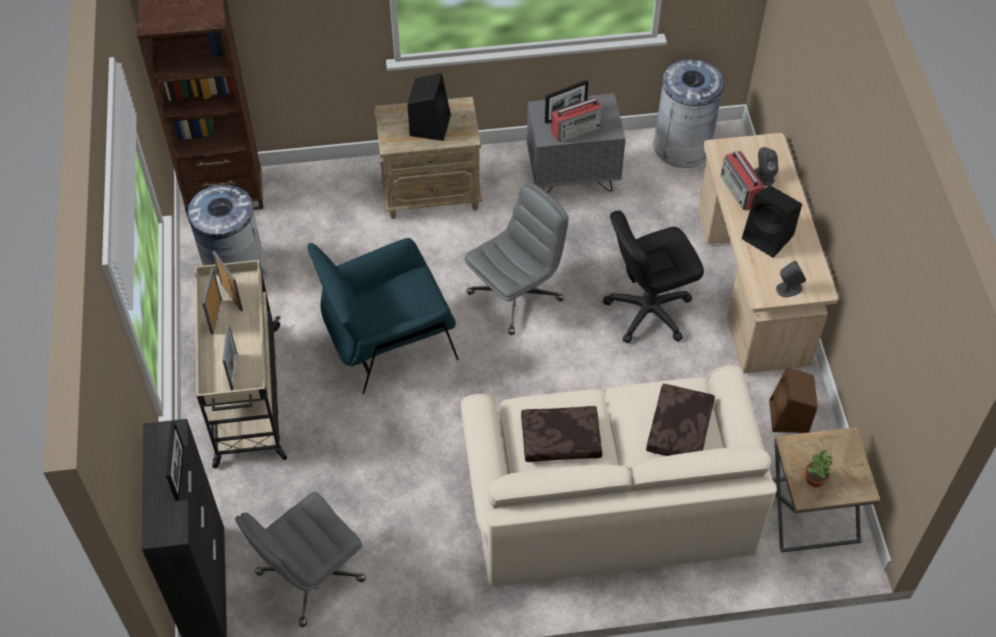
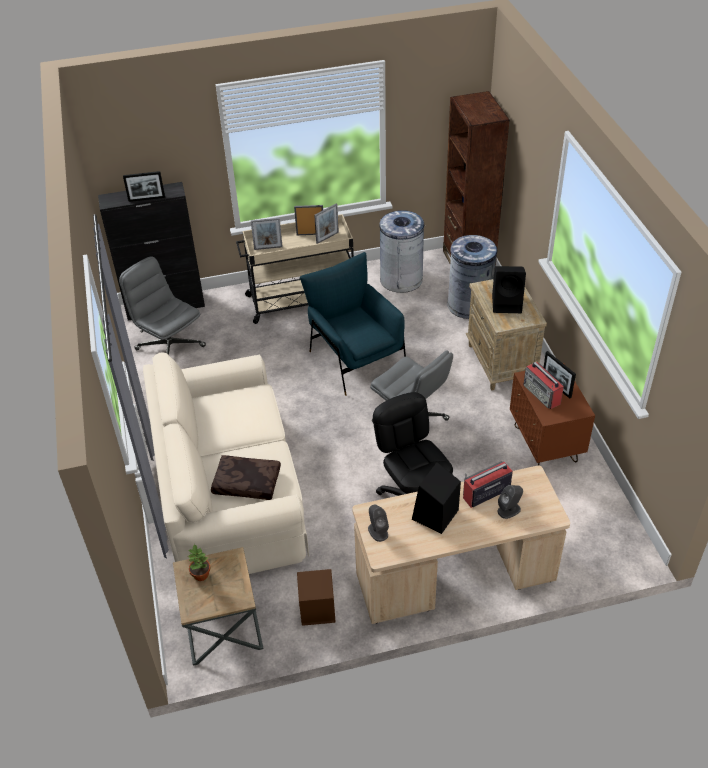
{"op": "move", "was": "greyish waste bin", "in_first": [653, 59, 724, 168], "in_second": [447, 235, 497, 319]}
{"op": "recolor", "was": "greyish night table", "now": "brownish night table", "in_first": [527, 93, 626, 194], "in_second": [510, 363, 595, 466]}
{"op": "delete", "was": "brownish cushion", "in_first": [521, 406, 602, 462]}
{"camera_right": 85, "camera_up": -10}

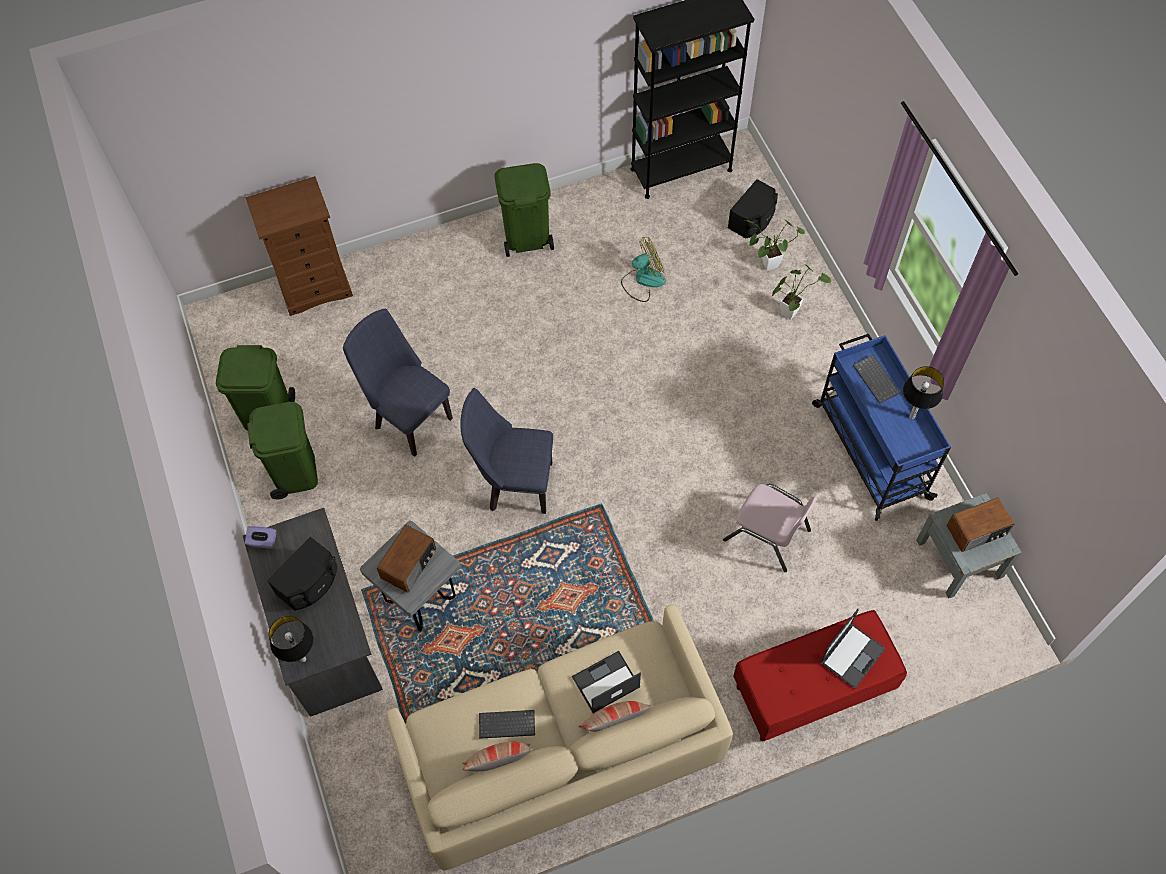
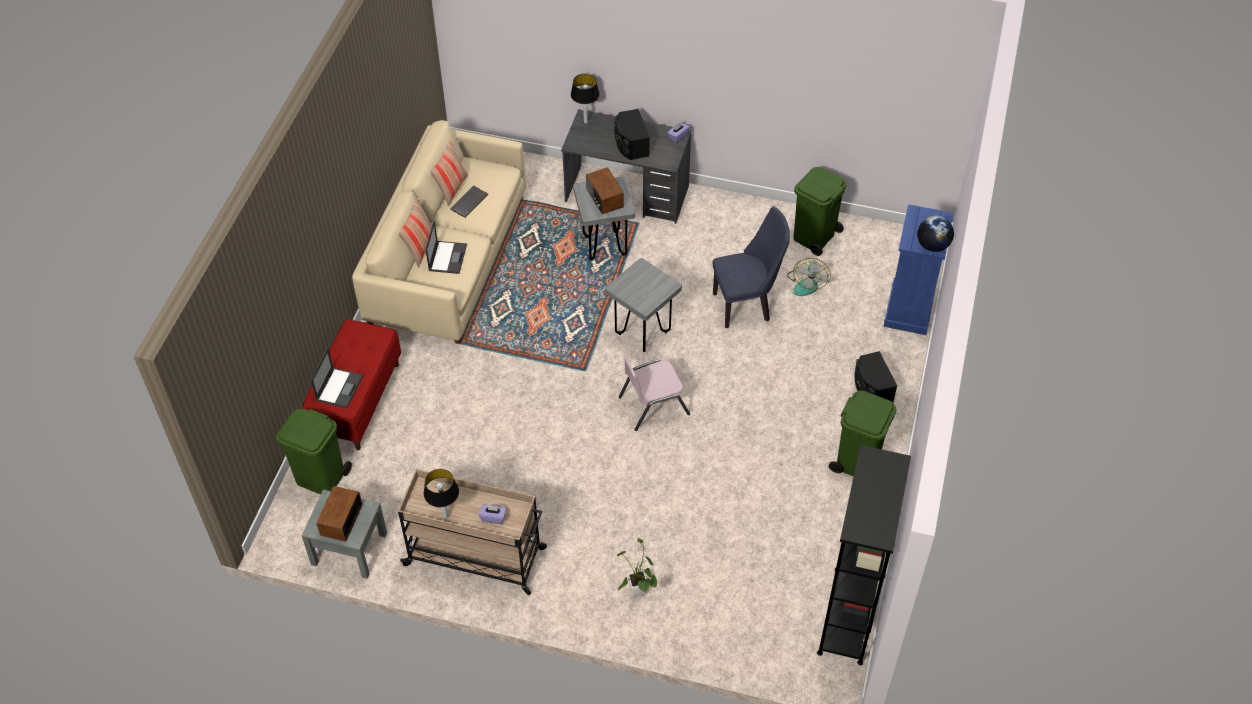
{"op": "move", "was": "green-coloured waste bin", "in_first": [247, 402, 318, 499], "in_second": [276, 409, 352, 495]}
{"op": "rotate", "was": "laptop", "in_first": [820, 609, 886, 688], "in_second": [311, 348, 363, 408], "clockwise": -150}
{"op": "recolor", "was": "blue-coloured trolley", "now": "sand-coloured trolley", "in_first": [812, 334, 951, 521], "in_second": [398, 469, 547, 595]}
{"op": "replace", "was": "computer keyboard", "now": "purple-coloured tissue box", "in_first": [853, 355, 900, 404], "in_second": [479, 504, 507, 524]}
{"op": "replace", "was": "blue-coloured upright chair", "now": "greyish stool seat", "in_first": [460, 388, 553, 514], "in_second": [605, 258, 682, 352]}
{"op": "move", "was": "pinkish upright chair", "in_first": [723, 484, 817, 572], "in_second": [618, 355, 690, 431]}
{"op": "move", "was": "electric fan", "in_first": [621, 237, 666, 302], "in_second": [787, 258, 831, 296]}
{"op": "move", "was": "blackish loudspeaker", "in_first": [728, 179, 778, 238], "in_second": [854, 351, 897, 402]}
{"op": "recolor", "was": "brownish chest of drawers", "now": "blue-coloured chest of drawers", "in_first": [245, 176, 353, 316], "in_second": [883, 204, 954, 335]}
{"op": "insert", "now": "globe", "in_second": [917, 216, 954, 252]}
{"op": "delete", "was": "potted plant", "in_first": [745, 220, 805, 271]}
{"camera_right": 125, "camera_up": -10}

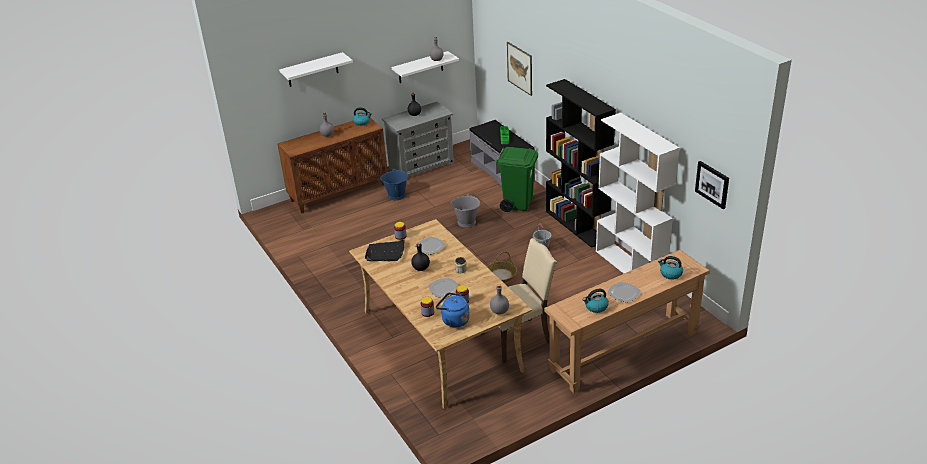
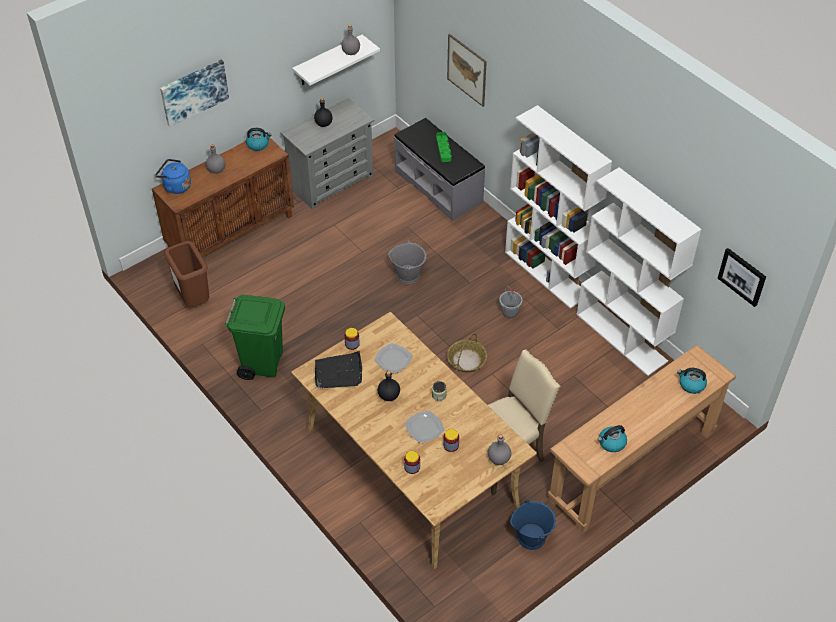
{"op": "move", "was": "blue-coloured water kettle", "in_first": [436, 293, 470, 328], "in_second": [155, 159, 191, 194]}
{"op": "replace", "was": "white shelf", "now": "wall picture", "in_first": [279, 52, 353, 87], "in_second": [160, 60, 229, 127]}
{"op": "insert", "now": "brownish waste bin", "in_second": [164, 241, 209, 307]}
{"op": "move", "was": "green-coloured waste bin", "in_first": [496, 147, 538, 212], "in_second": [225, 295, 285, 380]}
{"op": "recolor", "was": "blackish bookshelf", "now": "white bookshelf", "in_first": [546, 79, 616, 248], "in_second": [505, 105, 612, 309]}
{"op": "move", "was": "blue-coloured water bucket", "in_first": [380, 168, 409, 200], "in_second": [510, 500, 556, 550]}
{"op": "delete", "was": "dinner plate", "in_first": [607, 282, 641, 303]}
{"camera_right": -10, "camera_up": 15}

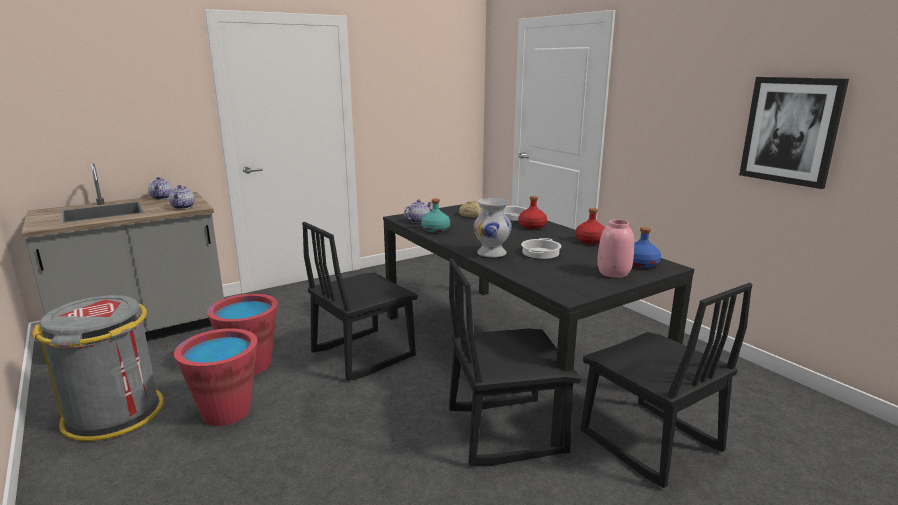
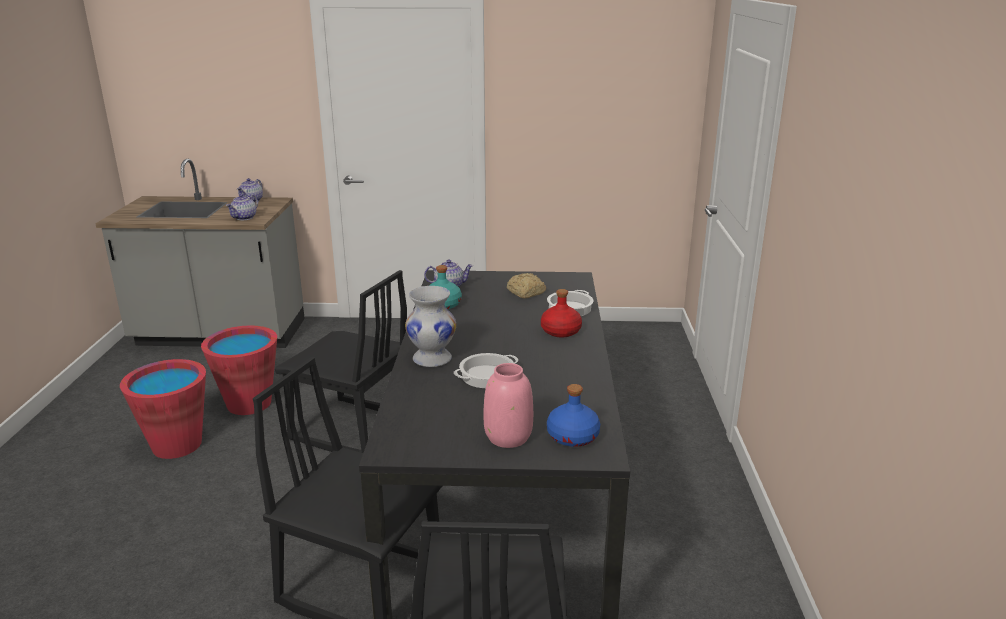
{"op": "rotate", "was": "blackish upright chair", "in_first": [302, 222, 418, 381], "in_second": [275, 270, 407, 453], "clockwise": -150}
{"op": "delete", "was": "greyish waste bin", "in_first": [31, 295, 164, 441]}
{"op": "delete", "was": "red-coloured bottle", "in_first": [575, 208, 605, 244]}
{"op": "delete", "was": "wall picture", "in_first": [739, 77, 849, 189]}
{"camera_right": 35, "camera_up": 5}

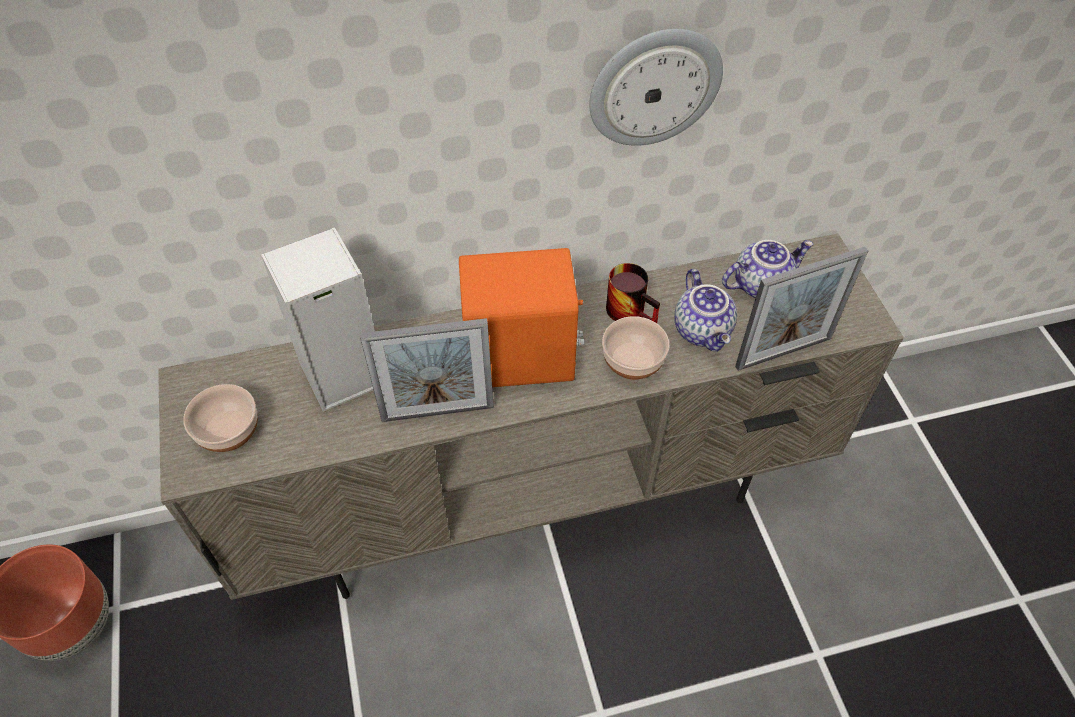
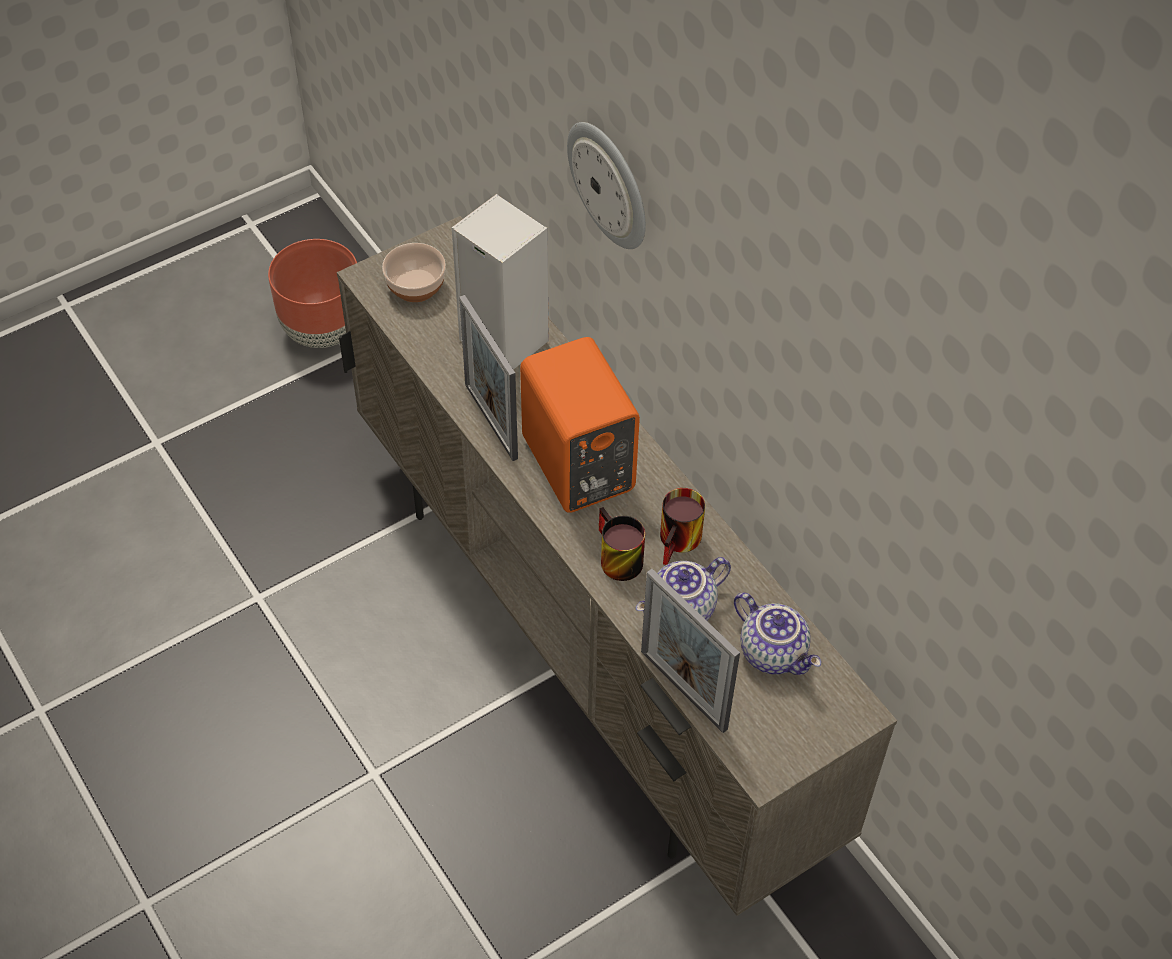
{"op": "move", "was": "clock on the wall", "in_first": [589, 29, 723, 146], "in_second": [567, 122, 646, 249]}
{"op": "replace", "was": "bowl", "now": "coffee mug", "in_first": [602, 316, 669, 380], "in_second": [599, 507, 645, 581]}
{"camera_right": 70, "camera_up": 0}

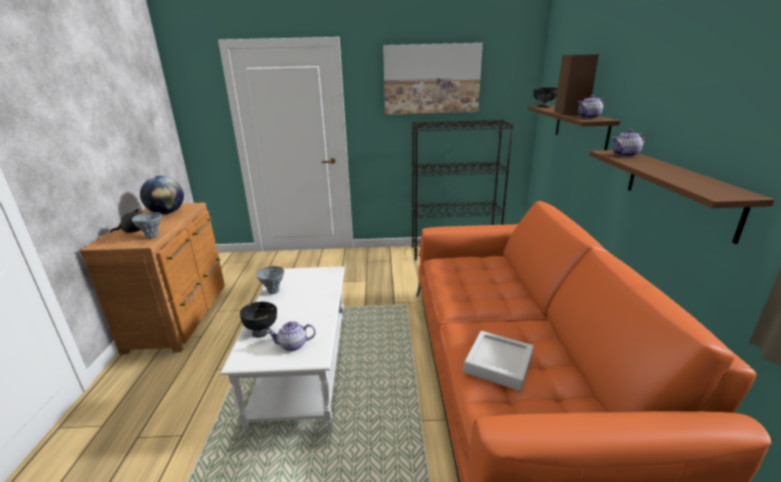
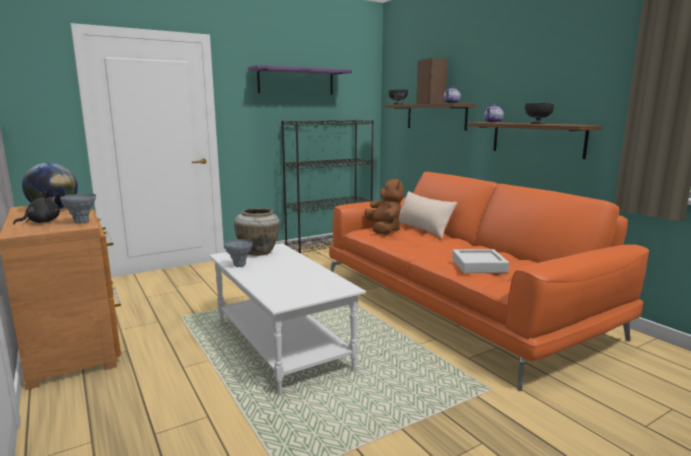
{"op": "insert", "now": "sand-coloured flower vase", "in_second": [234, 208, 280, 256]}
{"op": "replace", "was": "wall picture", "now": "purple-coloured shelf", "in_first": [383, 43, 483, 115], "in_second": [248, 65, 352, 95]}
{"op": "insert", "now": "brownish soft toy", "in_second": [365, 178, 404, 235]}
{"op": "insert", "now": "sand-coloured cushion", "in_second": [399, 191, 457, 238]}
{"op": "move", "was": "blackish bowl", "in_first": [240, 302, 277, 337], "in_second": [525, 103, 554, 124]}
{"op": "delete", "was": "teapot", "in_first": [266, 321, 316, 351]}
{"camera_right": -30, "camera_up": -10}

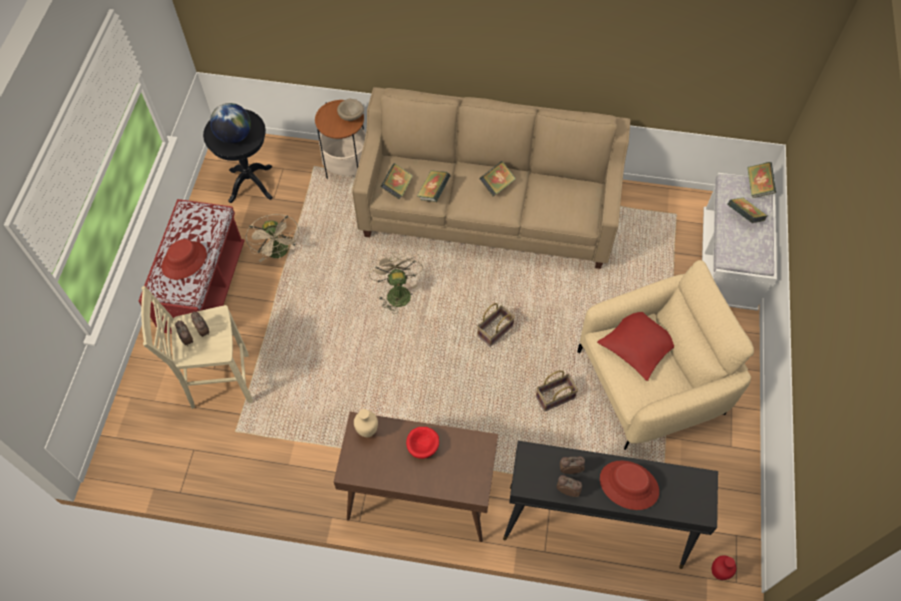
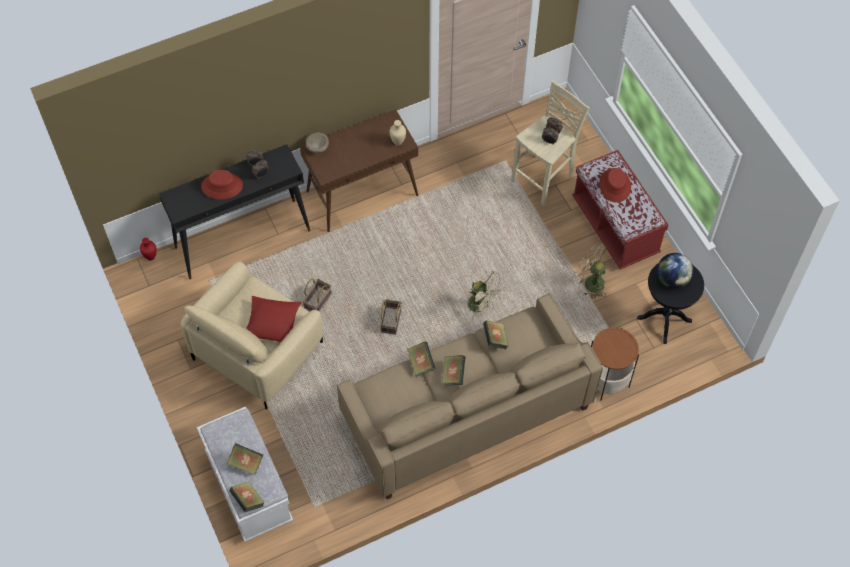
{"op": "move", "was": "sand-coloured bowl", "in_first": [337, 99, 364, 121], "in_second": [306, 133, 329, 153]}
{"op": "move", "was": "volume", "in_first": [381, 163, 413, 200], "in_second": [407, 342, 436, 376]}
{"op": "delete", "was": "red-coloured bowl", "in_first": [406, 427, 439, 459]}
{"camera_right": 145, "camera_up": 0}

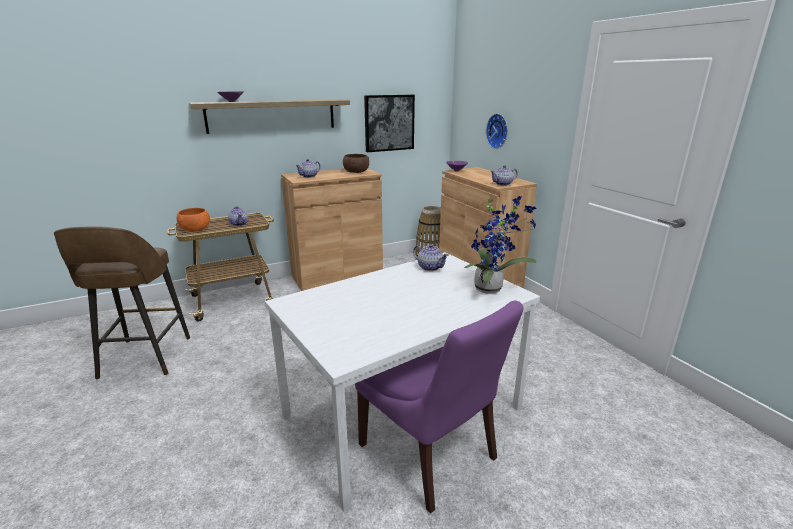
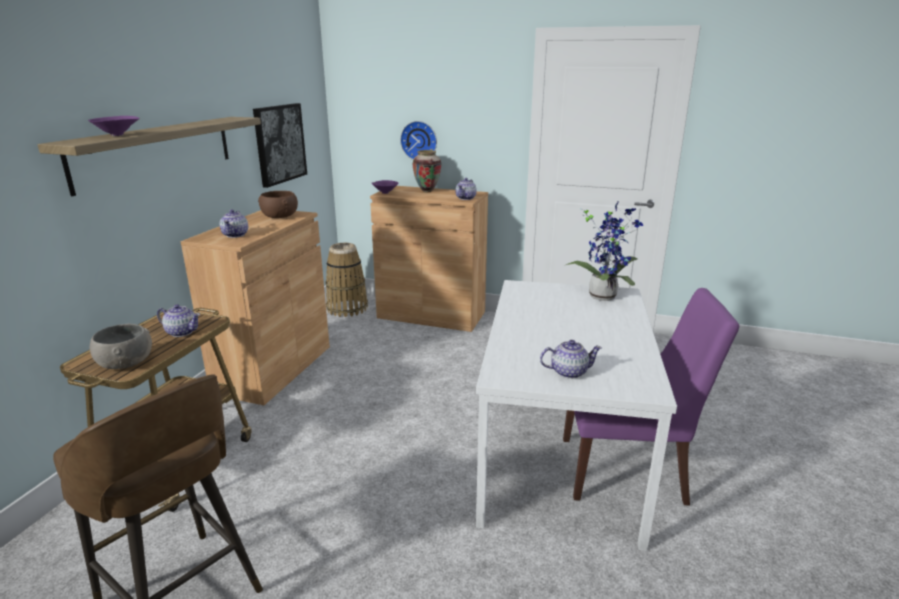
{"op": "recolor", "was": "orange bowl", "now": "greyish bowl", "in_first": [177, 208, 210, 231], "in_second": [90, 324, 152, 369]}
{"op": "insert", "now": "flower vase", "in_second": [413, 150, 441, 192]}
{"op": "move", "was": "teapot", "in_first": [413, 244, 449, 271], "in_second": [540, 340, 602, 379]}
{"camera_right": -45, "camera_up": 0}

